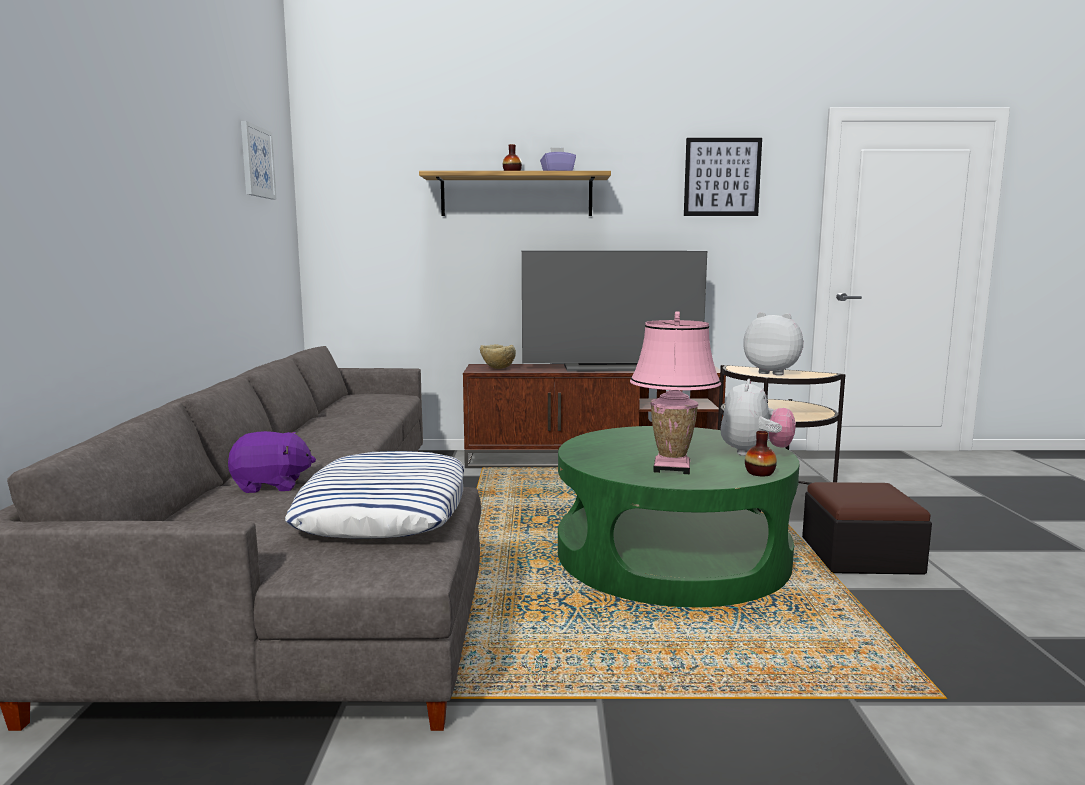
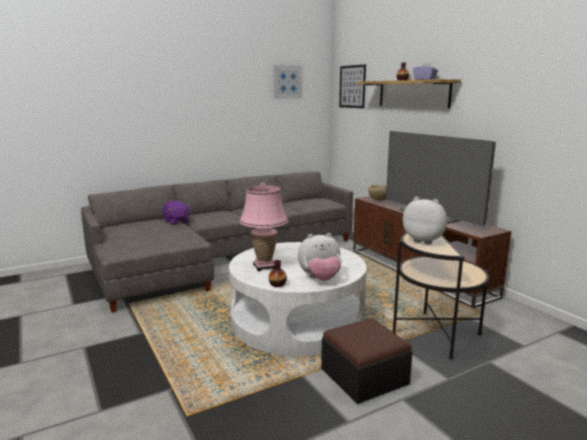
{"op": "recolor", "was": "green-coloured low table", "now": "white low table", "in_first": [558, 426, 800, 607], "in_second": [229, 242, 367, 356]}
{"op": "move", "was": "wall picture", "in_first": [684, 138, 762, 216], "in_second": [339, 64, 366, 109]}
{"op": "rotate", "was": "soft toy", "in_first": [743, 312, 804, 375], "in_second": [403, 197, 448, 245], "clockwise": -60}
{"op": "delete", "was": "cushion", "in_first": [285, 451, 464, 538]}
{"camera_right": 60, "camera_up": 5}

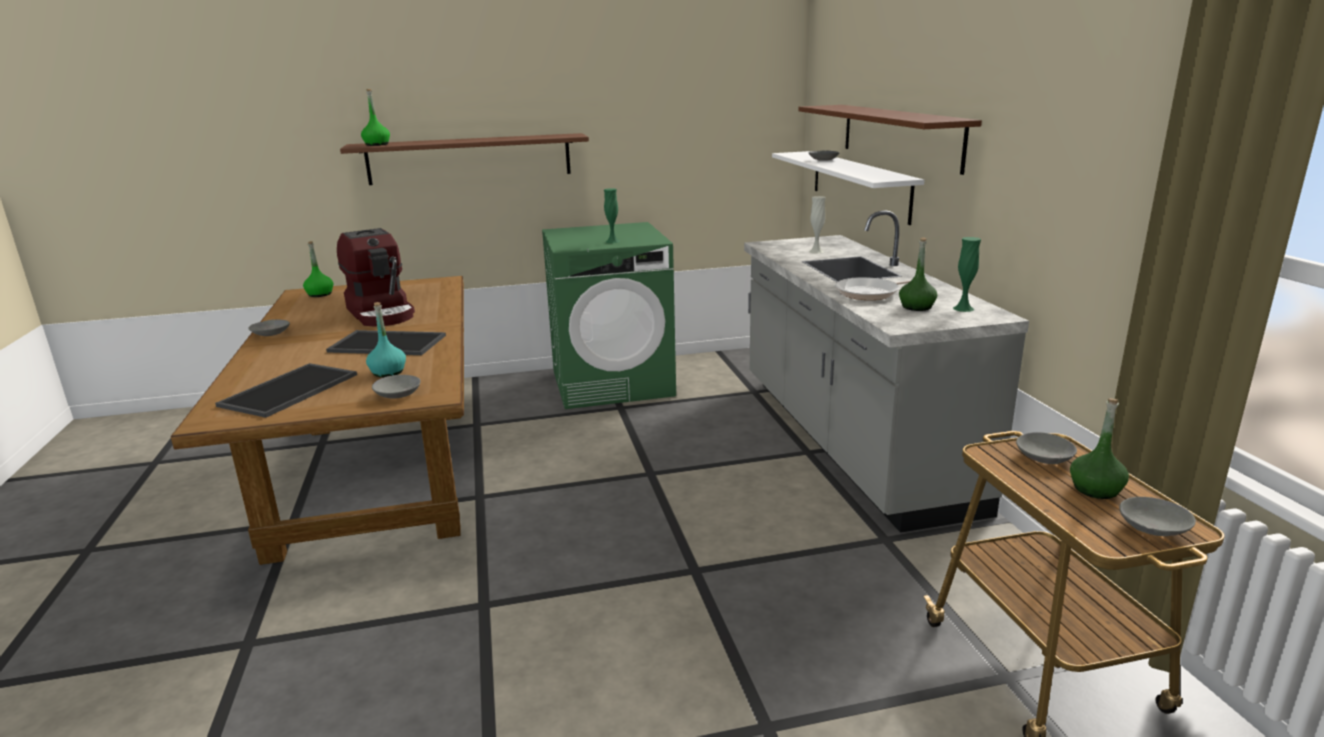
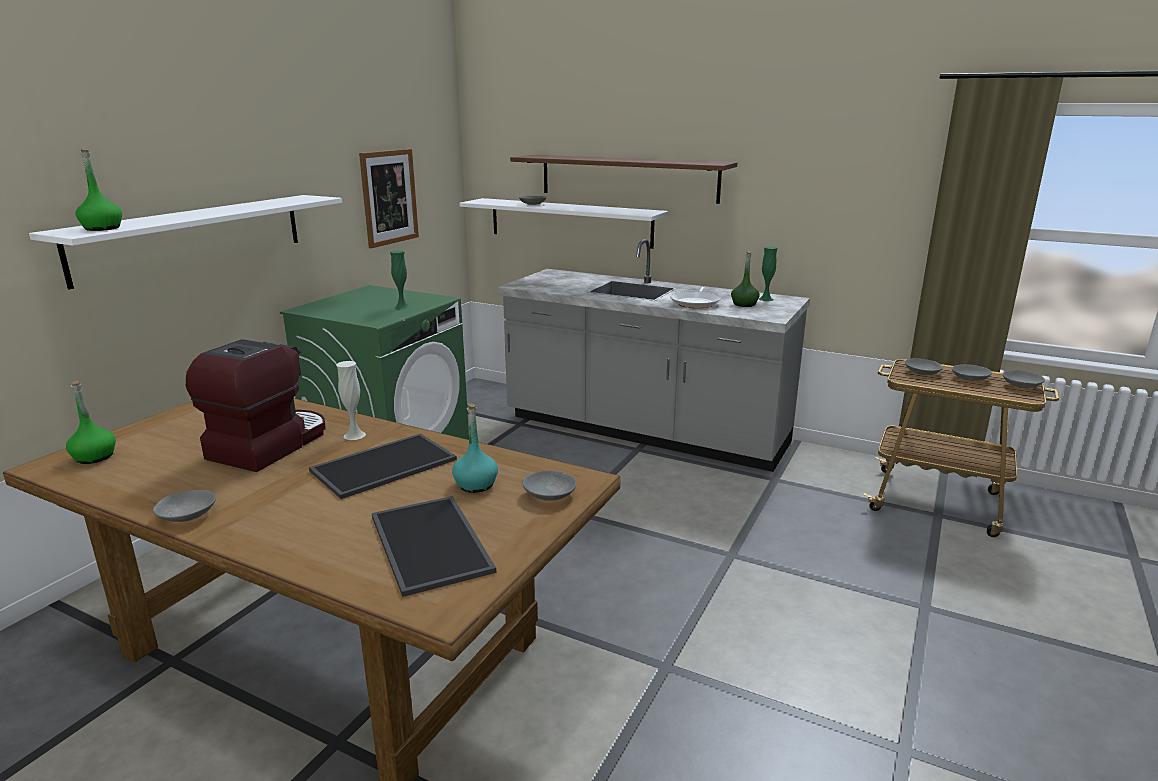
{"op": "recolor", "was": "brownish shelf", "now": "white shelf", "in_first": [340, 133, 589, 185], "in_second": [29, 195, 342, 289]}
{"op": "rotate", "was": "coffee maker", "in_first": [337, 228, 415, 326], "in_second": [186, 339, 325, 472], "clockwise": -75}
{"op": "move", "was": "white flower vase", "in_first": [809, 196, 826, 254], "in_second": [336, 361, 366, 440]}
{"op": "insert", "now": "wall picture", "in_second": [359, 149, 419, 248]}
{"op": "replace", "was": "green-coloured bottle", "now": "greyish bowl", "in_first": [1070, 398, 1129, 499], "in_second": [952, 364, 992, 381]}
{"camera_right": -50, "camera_up": 0}

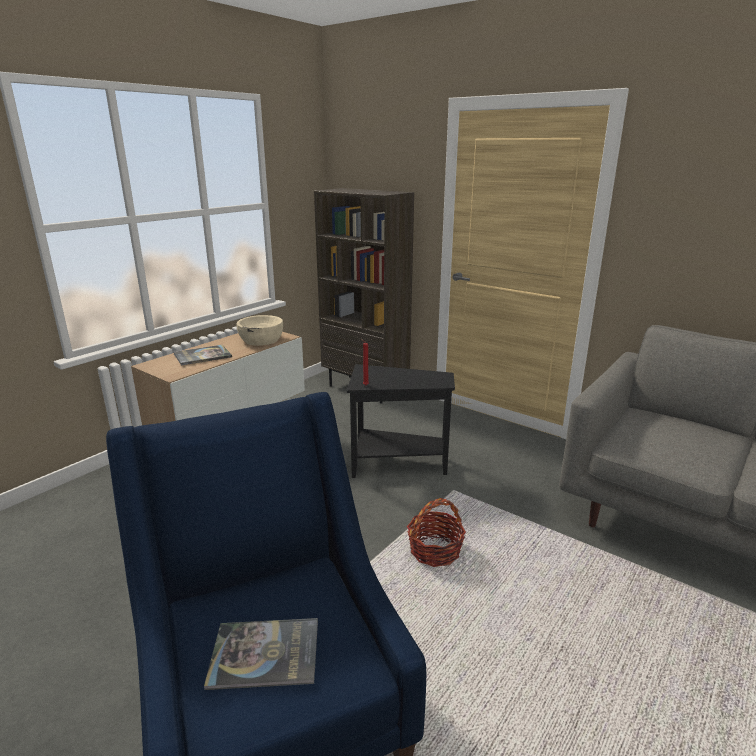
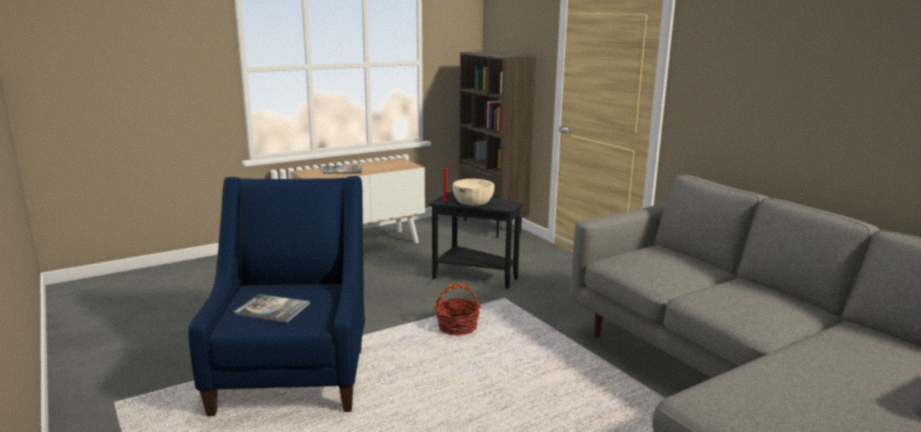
{"op": "move", "was": "sand-coloured bowl", "in_first": [236, 315, 283, 346], "in_second": [453, 179, 494, 205]}
{"camera_right": 20, "camera_up": -5}

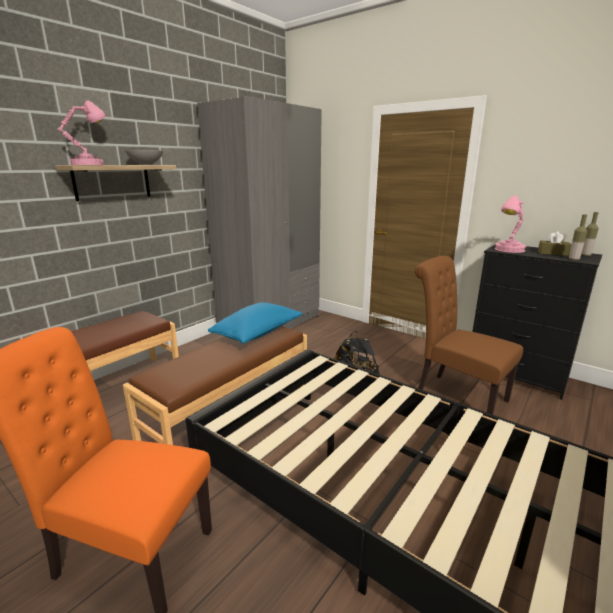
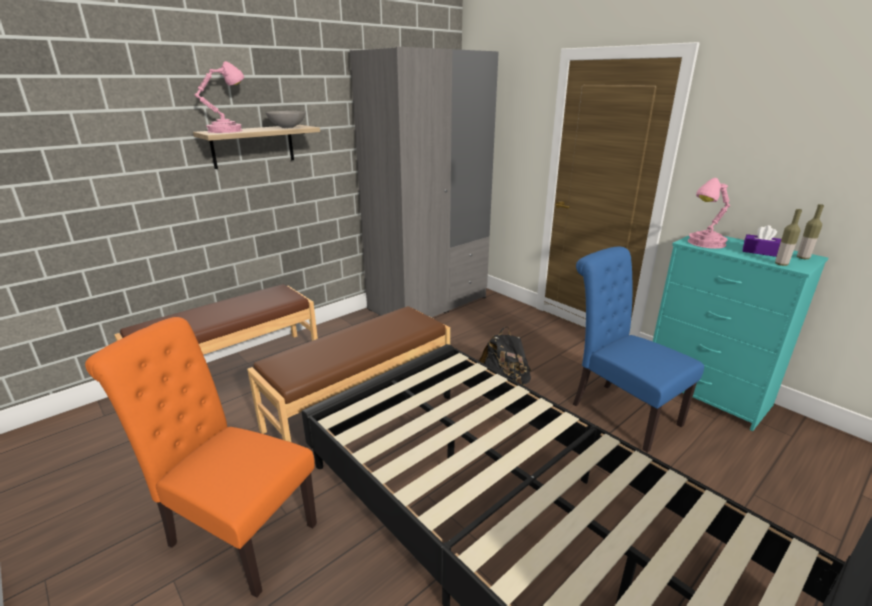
{"op": "recolor", "was": "brownish upright chair", "now": "blue-coloured upright chair", "in_first": [415, 256, 523, 415], "in_second": [573, 246, 704, 453]}
{"op": "recolor", "was": "blackish chest of drawers", "now": "turquoise-coloured chest of drawers", "in_first": [472, 245, 602, 400], "in_second": [653, 236, 828, 431]}
{"op": "recolor", "was": "brownish tissue box", "now": "purple-coloured tissue box", "in_first": [538, 231, 572, 256], "in_second": [743, 225, 781, 257]}
{"op": "delete", "was": "blue-coloured cushion", "in_first": [208, 302, 303, 344]}
{"camera_right": 10, "camera_up": 5}

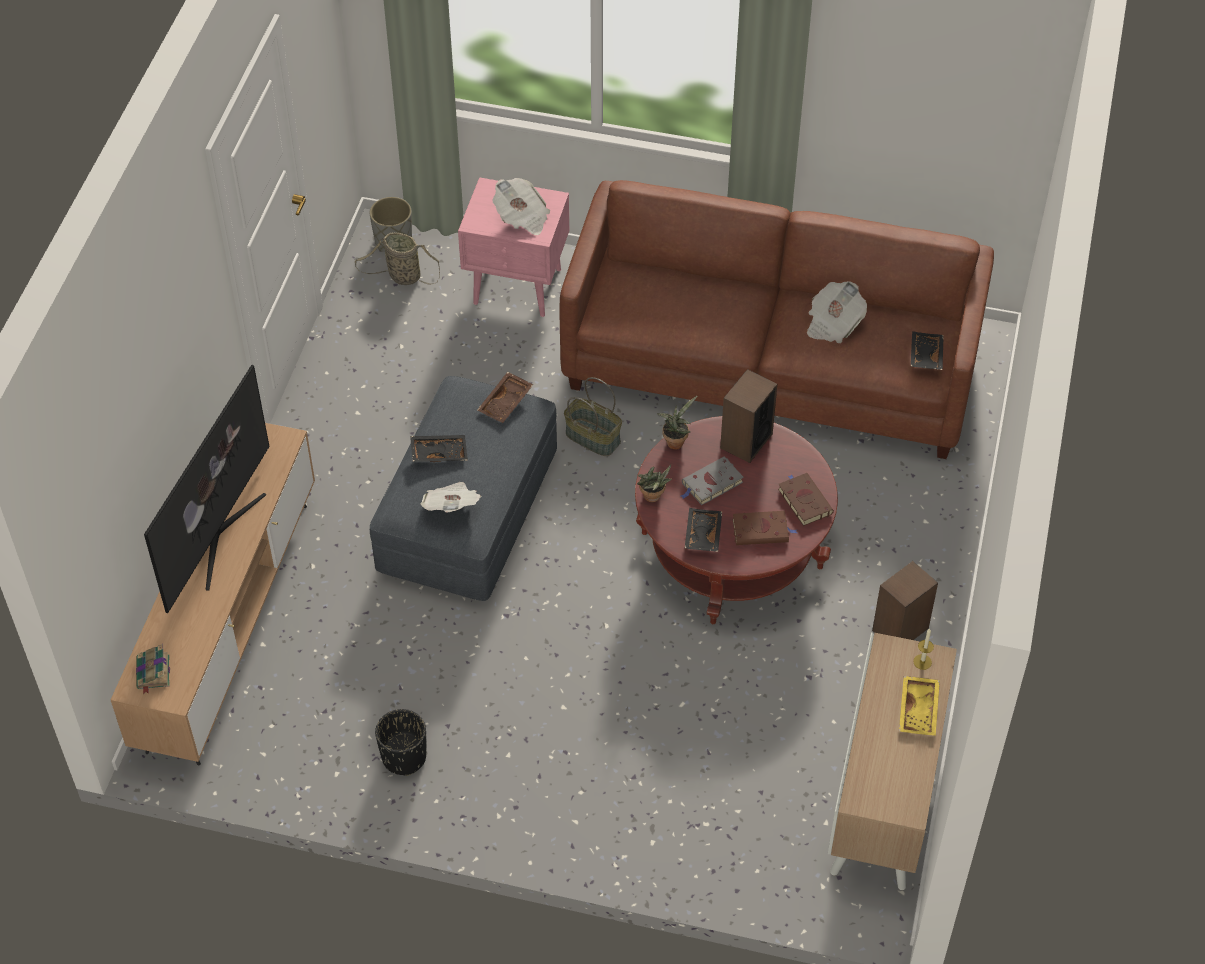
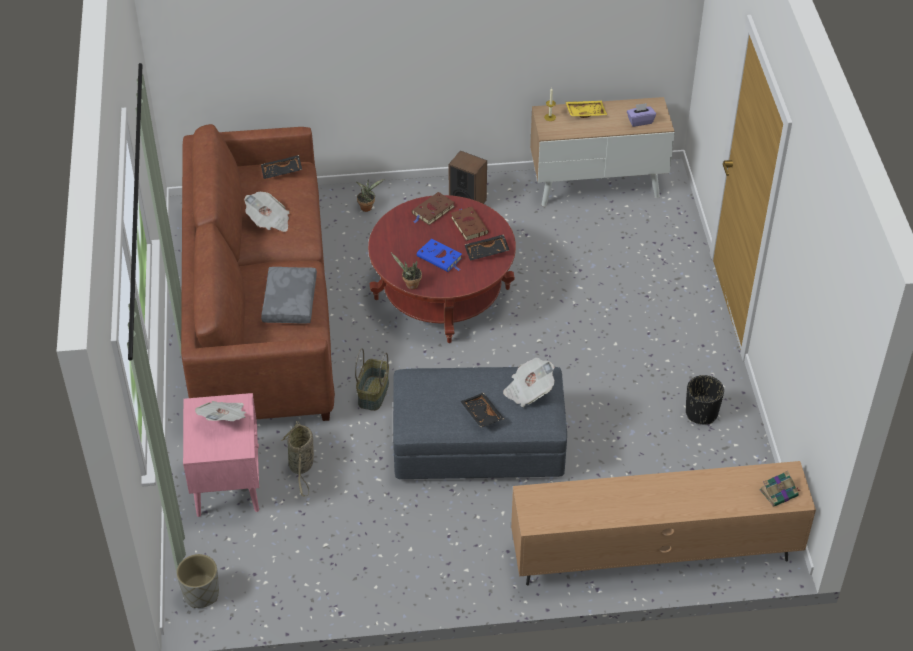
{"op": "insert", "now": "greyish cushion", "in_second": [261, 267, 317, 324]}
{"op": "move", "was": "household basket", "in_first": [355, 233, 440, 285], "in_second": [281, 421, 314, 497]}
{"op": "move", "was": "potted plant", "in_first": [637, 465, 672, 502], "in_second": [356, 179, 385, 212]}
{"op": "recolor", "was": "greyish volume", "now": "blue-coloured volume", "in_first": [681, 456, 744, 505], "in_second": [417, 239, 462, 272]}
{"op": "insert", "now": "purple-coloured tissue box", "in_second": [627, 103, 656, 127]}
{"op": "delete", "was": "television", "in_first": [144, 365, 270, 614]}
{"op": "delete", "was": "brownish tray", "in_first": [477, 372, 533, 423]}
{"op": "delete", "was": "loudspeaker", "in_first": [720, 369, 777, 463]}
{"camera_right": -110, "camera_up": -5}

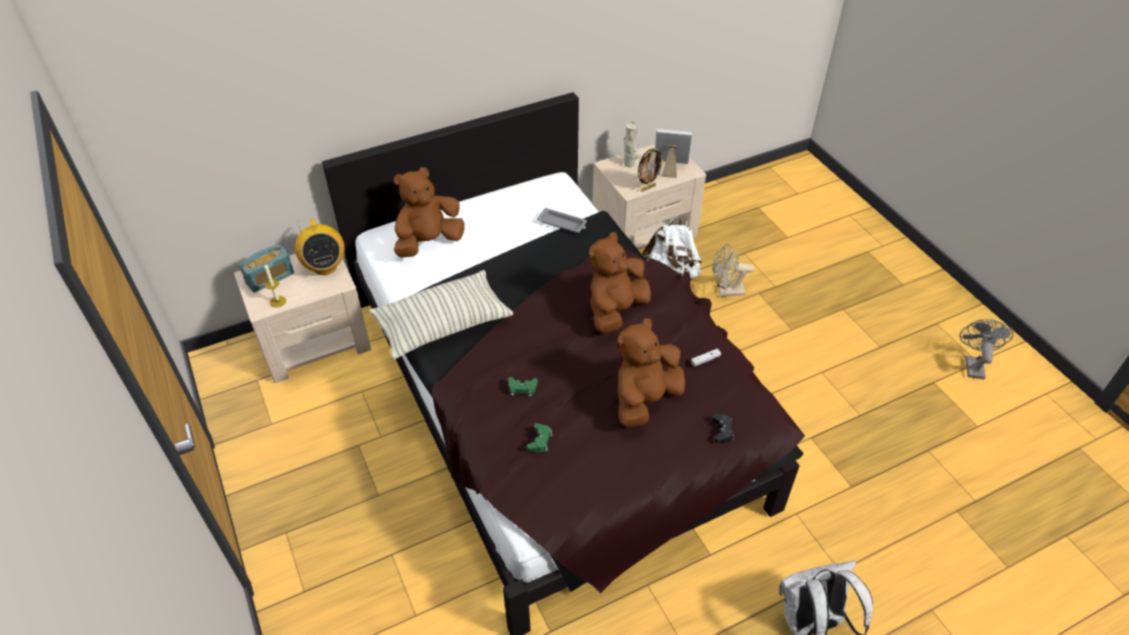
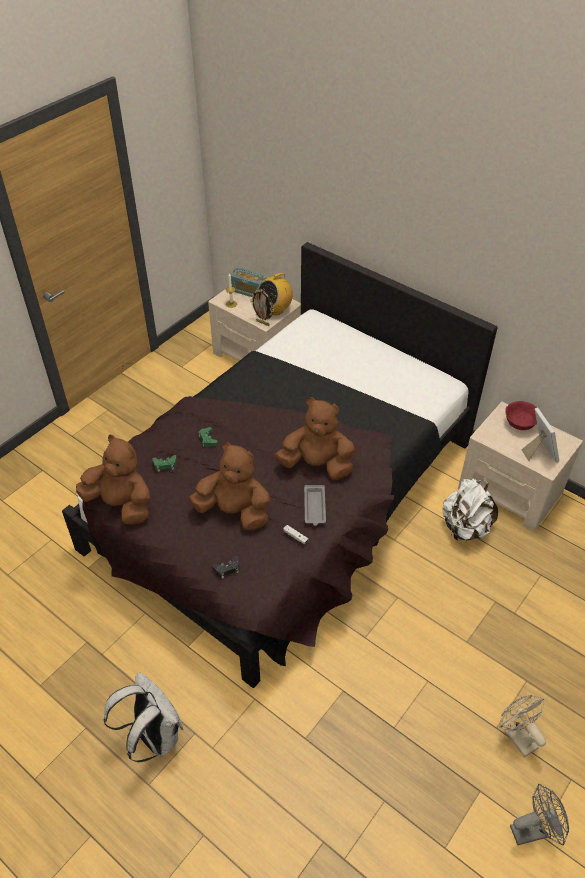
{"op": "move", "was": "brownish soft toy", "in_first": [394, 167, 465, 258], "in_second": [76, 435, 150, 525]}
{"op": "move", "was": "standing frame", "in_first": [637, 148, 664, 192], "in_second": [250, 289, 274, 326]}
{"op": "move", "was": "greyish tray", "in_first": [537, 207, 587, 233], "in_second": [304, 485, 326, 526]}
{"op": "move", "was": "sand-coloured electric fan", "in_first": [713, 244, 754, 297], "in_second": [499, 695, 546, 757]}
{"op": "replace", "was": "sand-coloured flower vase", "now": "red-coloured bowl", "in_first": [623, 121, 638, 167], "in_second": [505, 401, 537, 430]}
{"op": "delete", "was": "cushion", "in_first": [369, 270, 513, 360]}
{"camera_right": 65, "camera_up": 0}

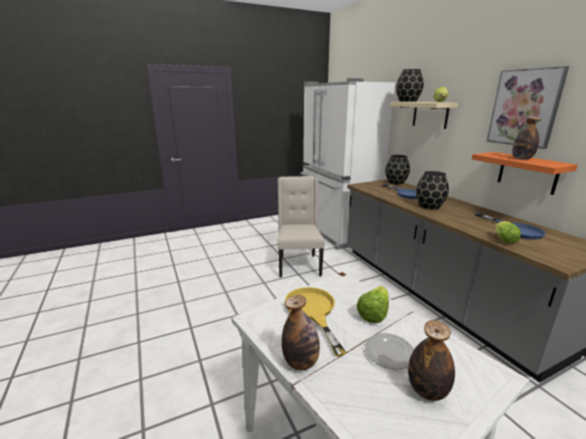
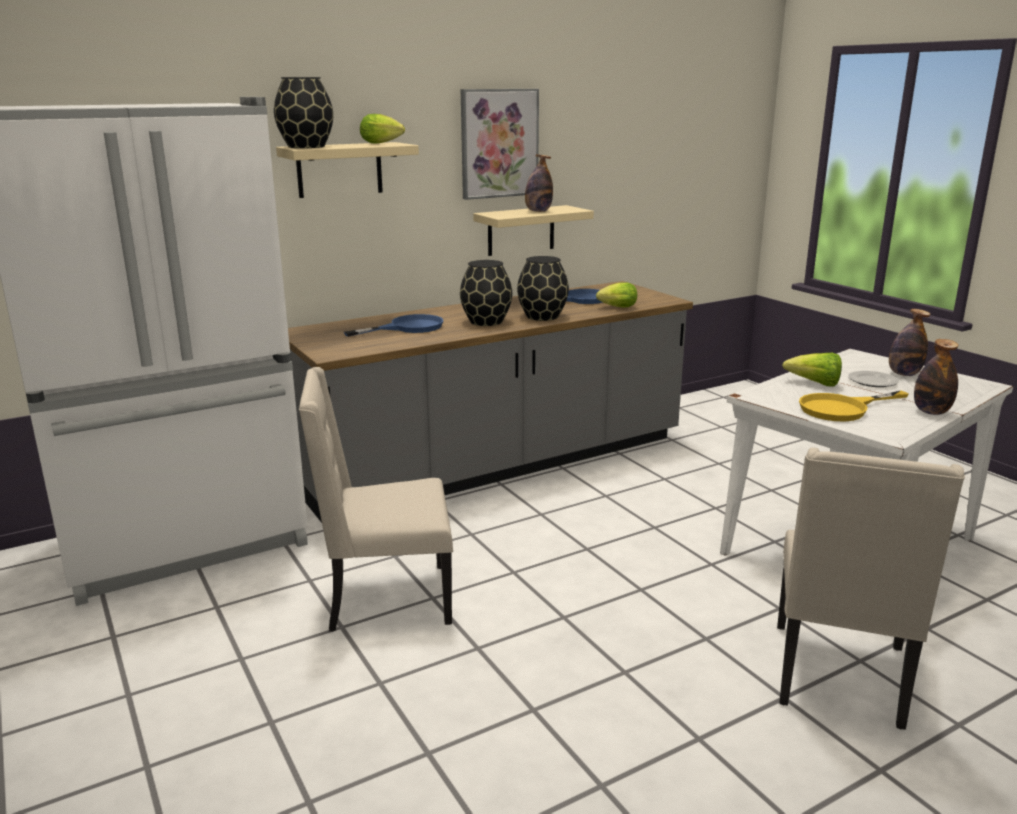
{"op": "recolor", "was": "orange shelf", "now": "sand-coloured shelf", "in_first": [472, 152, 578, 195], "in_second": [473, 205, 594, 256]}
{"op": "move", "was": "blackish flower vase", "in_first": [385, 155, 410, 185], "in_second": [517, 256, 569, 321]}
{"op": "insert", "now": "sand-coloured upright chair", "in_second": [777, 448, 965, 730]}
{"camera_right": -95, "camera_up": 0}

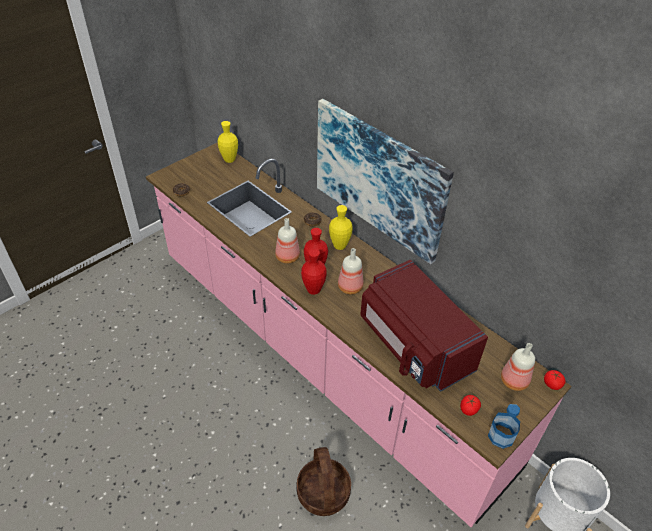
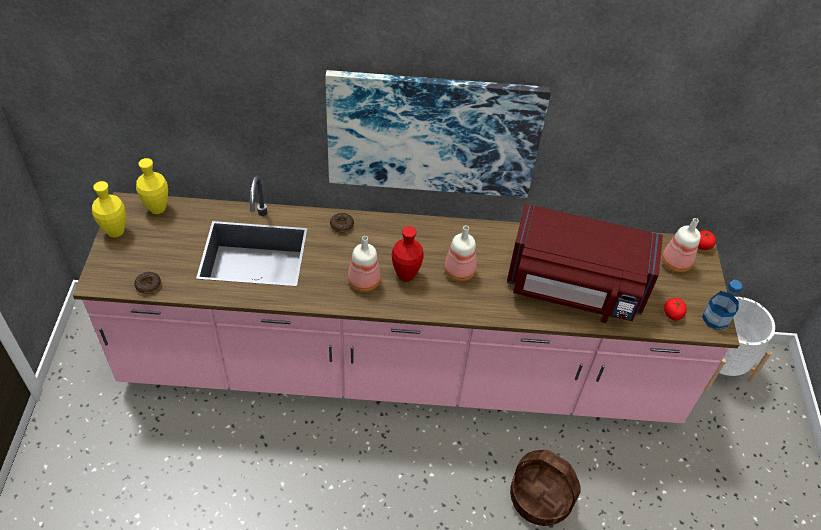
{"op": "move", "was": "yellow flower vase", "in_first": [329, 205, 353, 250], "in_second": [92, 181, 126, 238]}
{"op": "delete", "was": "red-coloured flower vase", "in_first": [301, 249, 327, 295]}
{"camera_right": -45, "camera_up": 5}

